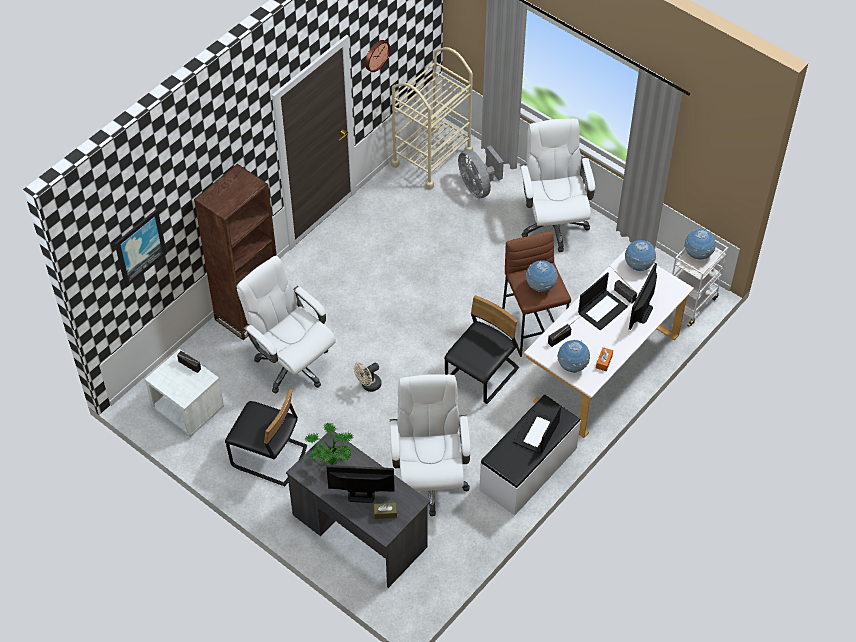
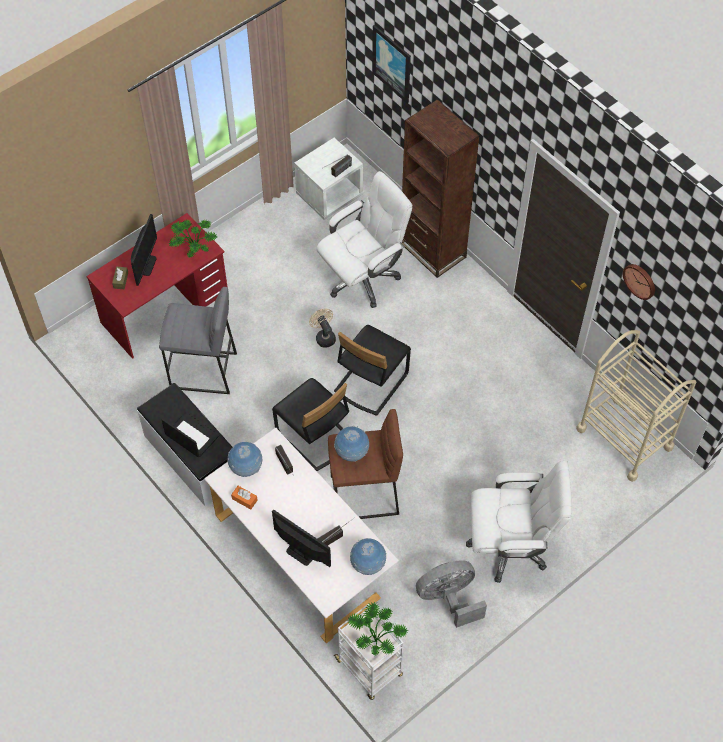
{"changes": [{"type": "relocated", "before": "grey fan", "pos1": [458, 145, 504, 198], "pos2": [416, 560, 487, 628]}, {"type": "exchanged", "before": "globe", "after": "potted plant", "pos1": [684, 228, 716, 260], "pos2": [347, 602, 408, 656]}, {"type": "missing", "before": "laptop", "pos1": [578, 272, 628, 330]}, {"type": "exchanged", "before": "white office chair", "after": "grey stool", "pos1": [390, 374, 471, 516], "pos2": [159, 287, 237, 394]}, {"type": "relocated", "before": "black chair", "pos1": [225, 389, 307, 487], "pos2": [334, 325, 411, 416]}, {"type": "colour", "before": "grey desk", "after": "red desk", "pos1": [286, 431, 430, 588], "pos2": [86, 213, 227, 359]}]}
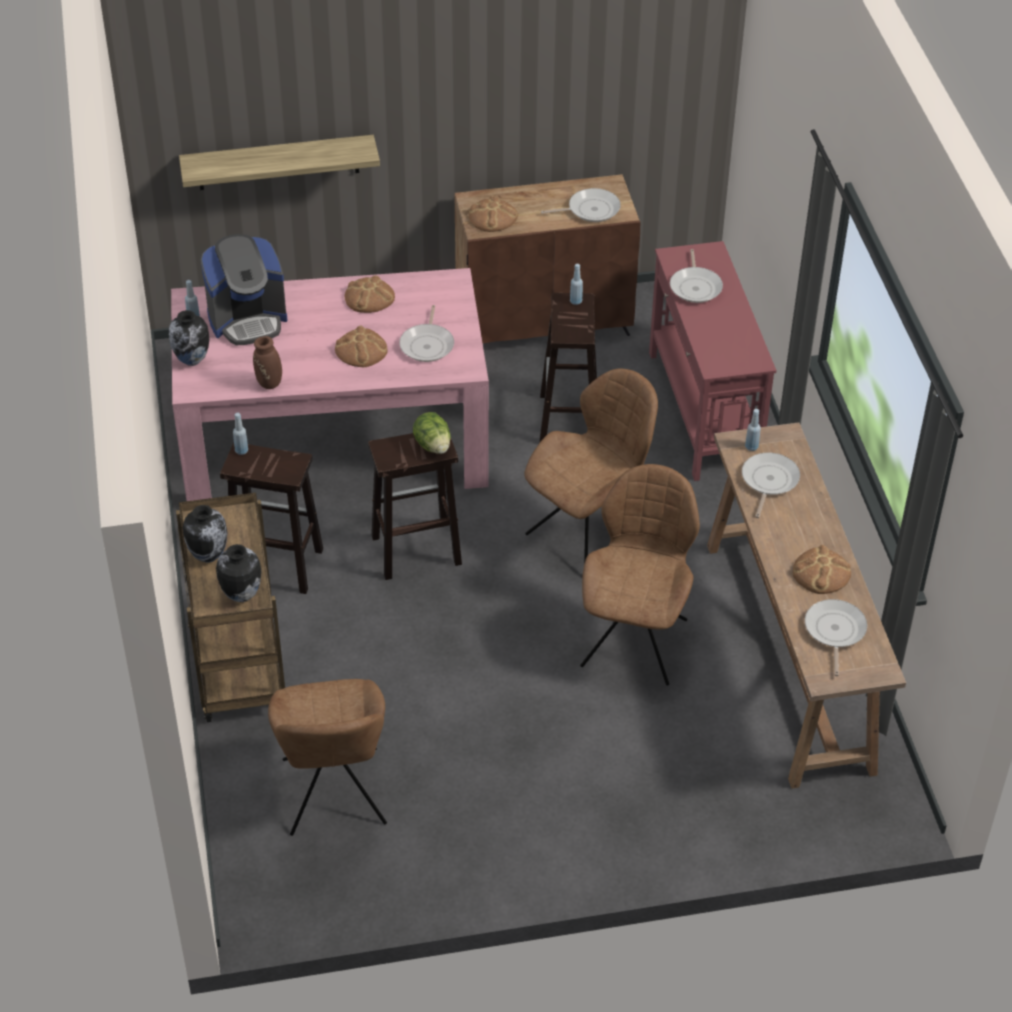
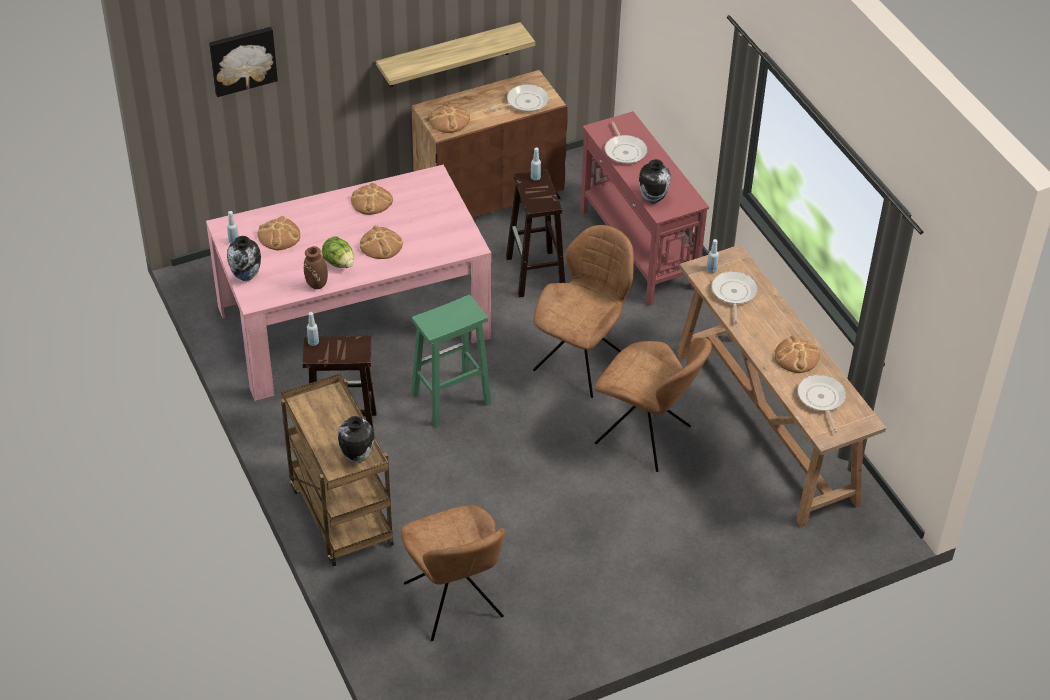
{"changes": [{"type": "relocated", "before": "shelf", "pos1": [179, 135, 380, 190], "pos2": [376, 22, 535, 87]}, {"type": "exchanged", "before": "coffee machine", "after": "bread", "pos1": [201, 234, 288, 345], "pos2": [257, 216, 300, 250]}, {"type": "missing", "before": "frying pan", "pos1": [399, 305, 454, 362]}, {"type": "relocated", "before": "lettuce", "pos1": [413, 412, 451, 454], "pos2": [322, 236, 354, 268]}, {"type": "colour", "before": "brown stool", "after": "green stool", "pos1": [368, 433, 462, 580], "pos2": [411, 295, 491, 427]}, {"type": "spun", "before": "brown chair", "pos1": [580, 464, 700, 686], "pos2": [595, 337, 712, 472], "turn": 120}, {"type": "relocated", "before": "vase", "pos1": [183, 505, 227, 563], "pos2": [639, 159, 671, 203]}, {"type": "appeared", "after": "picture", "pos2": [209, 27, 278, 97]}]}
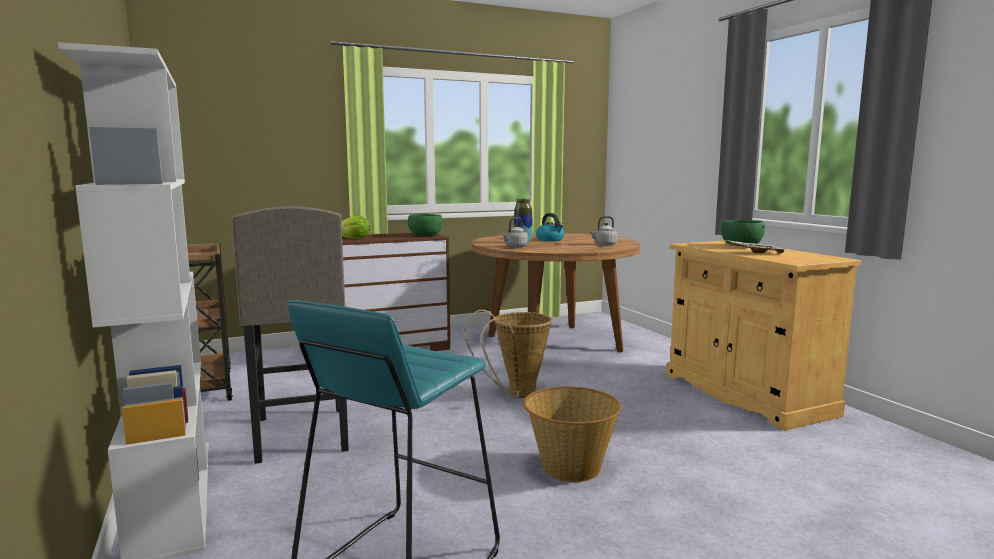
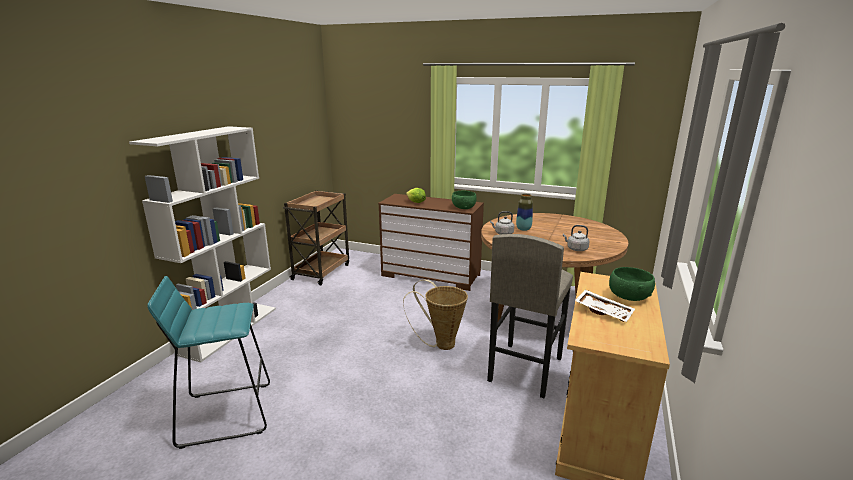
{"changes": [{"type": "relocated", "before": "grey stool", "pos1": [232, 206, 349, 464], "pos2": [487, 234, 573, 398]}, {"type": "missing", "before": "kettle", "pos1": [536, 213, 565, 241]}, {"type": "missing", "before": "basket", "pos1": [523, 386, 621, 482]}]}
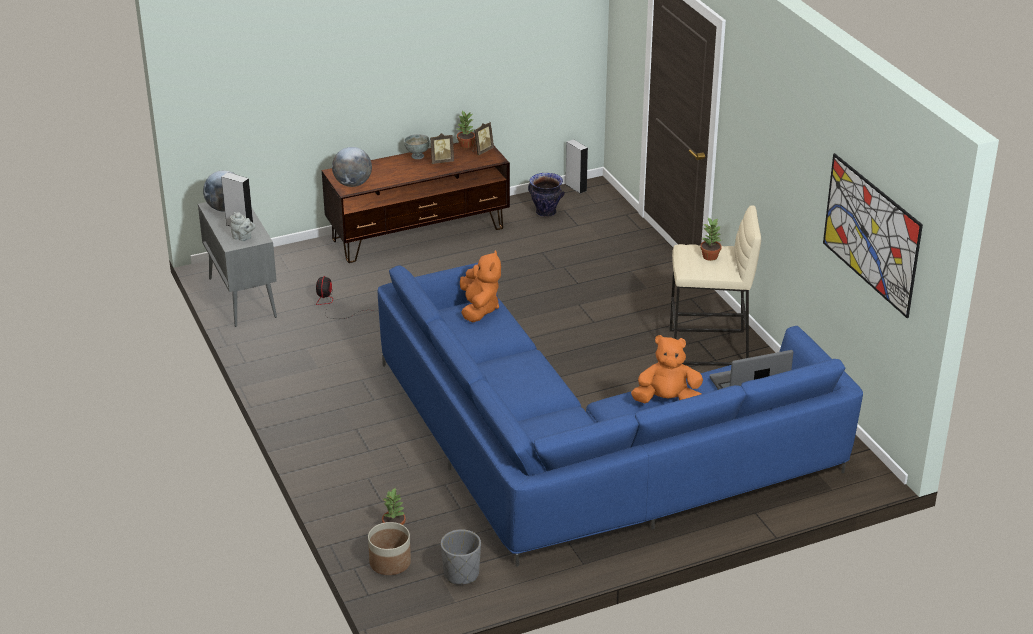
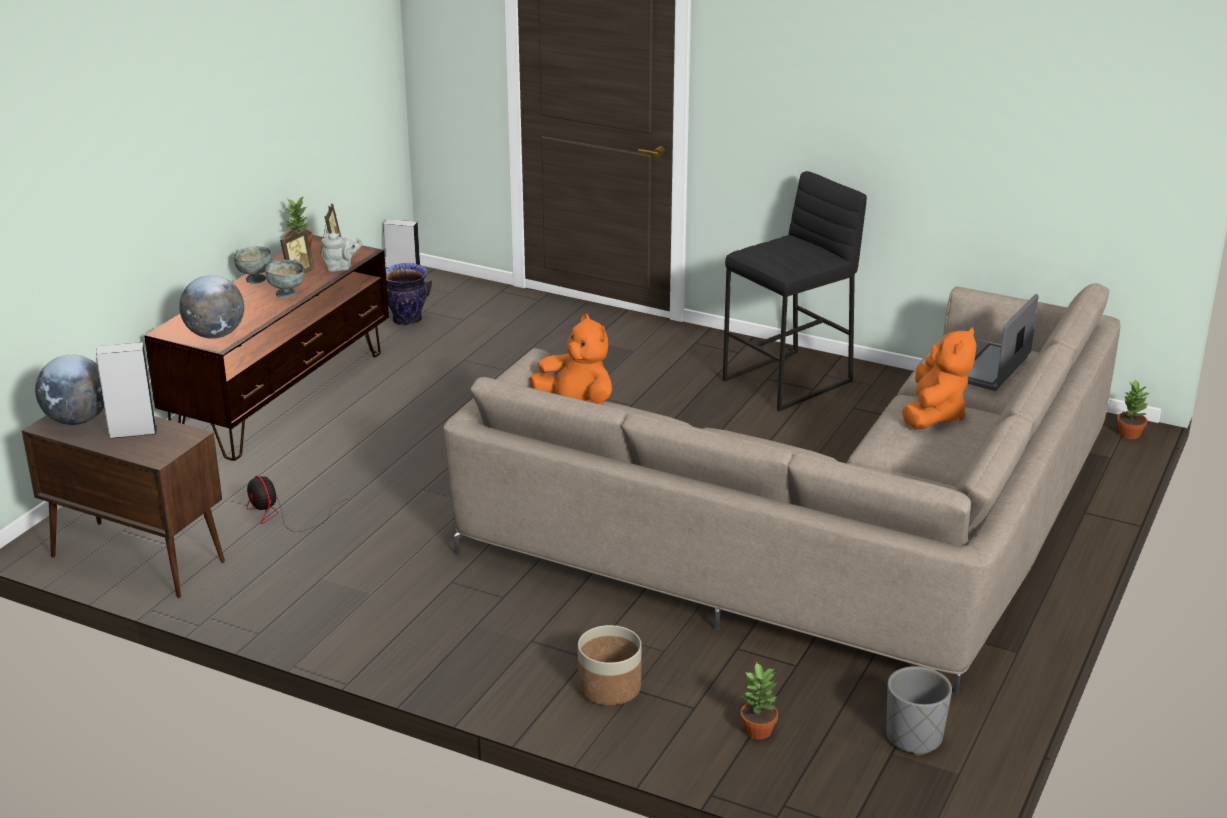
{"changes": [{"type": "missing", "before": "picture", "pos1": [823, 153, 923, 318]}, {"type": "colour", "before": "grey cabinet", "after": "brown cabinet", "pos1": [198, 202, 277, 327], "pos2": [22, 408, 225, 598]}, {"type": "colour", "before": "beige stool", "after": "black stool", "pos1": [670, 206, 761, 366], "pos2": [723, 171, 867, 411]}, {"type": "relocated", "before": "grey teapot", "pos1": [230, 212, 256, 241], "pos2": [321, 233, 362, 272]}, {"type": "relocated", "before": "potted plant", "pos1": [700, 218, 723, 261], "pos2": [1117, 380, 1150, 439]}, {"type": "colour", "before": "blue sofa", "after": "beige sofa", "pos1": [378, 263, 863, 567], "pos2": [444, 283, 1120, 695]}, {"type": "spun", "before": "orange plush toy", "pos1": [631, 335, 703, 403], "pos2": [902, 327, 977, 429], "turn": 150}, {"type": "relocated", "before": "planter", "pos1": [368, 522, 411, 575], "pos2": [578, 625, 642, 705]}, {"type": "appeared", "after": "grey bowl", "pos2": [265, 260, 305, 298]}]}
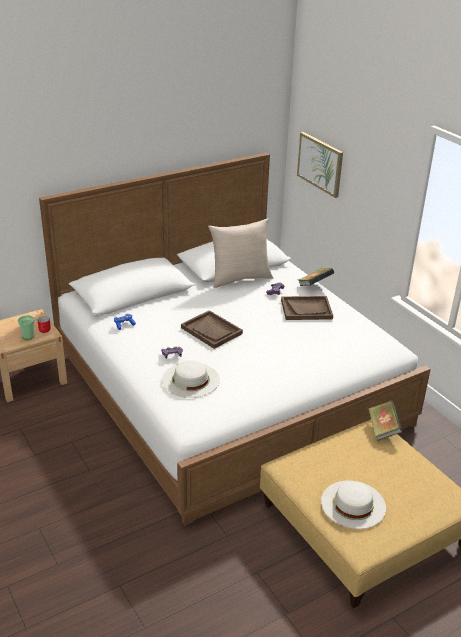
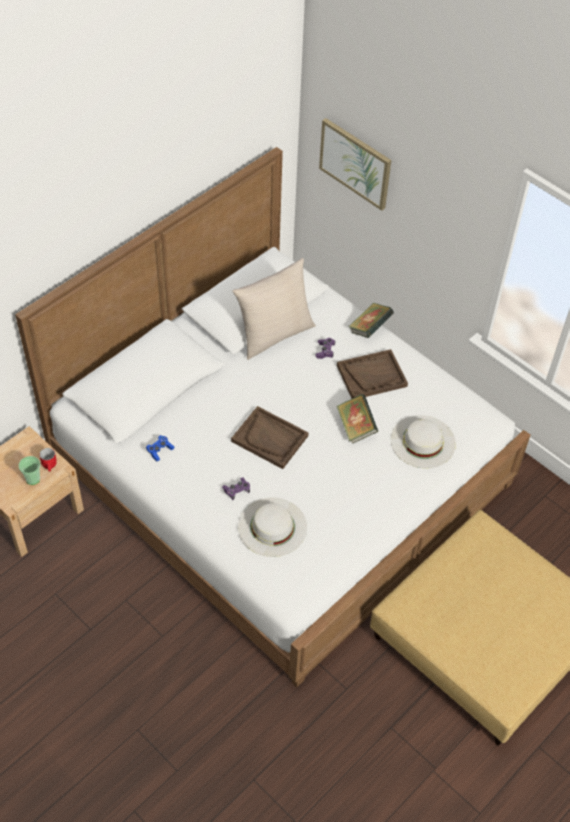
{"changes": [{"type": "relocated", "before": "book", "pos1": [368, 400, 403, 441], "pos2": [337, 394, 378, 444]}, {"type": "relocated", "before": "white hat", "pos1": [321, 480, 386, 529], "pos2": [391, 415, 456, 468]}]}
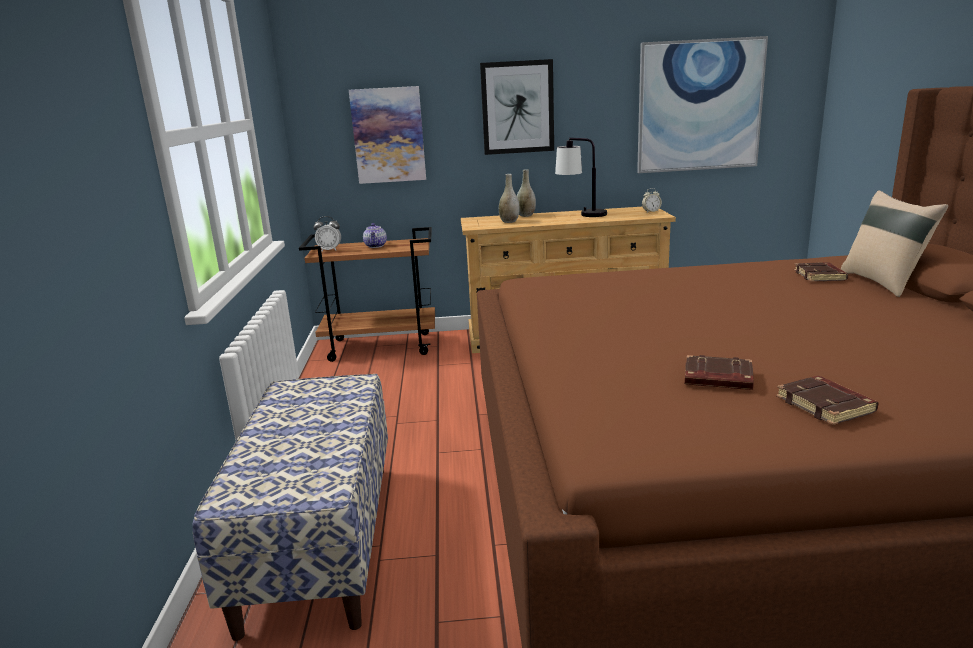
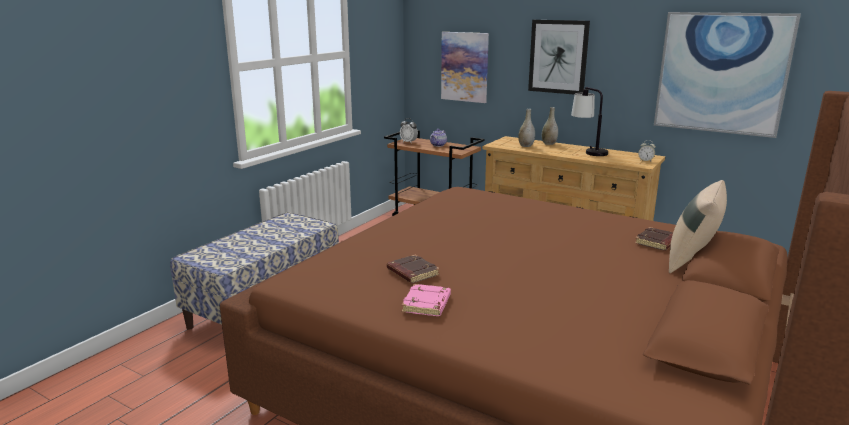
{"changes": [{"type": "colour", "before": "brown book", "after": "pink book", "pos1": [776, 376, 879, 425], "pos2": [401, 284, 451, 316]}]}
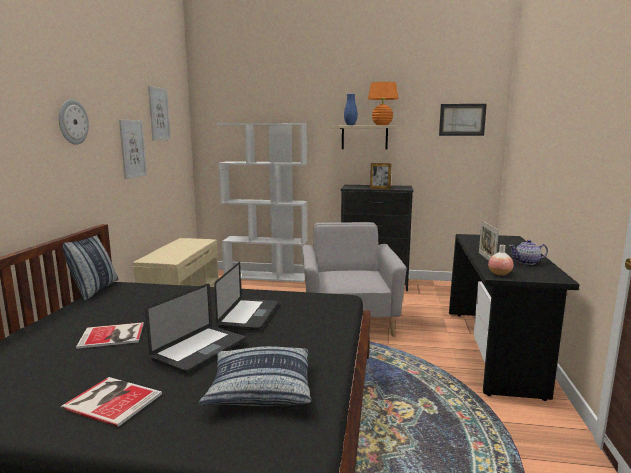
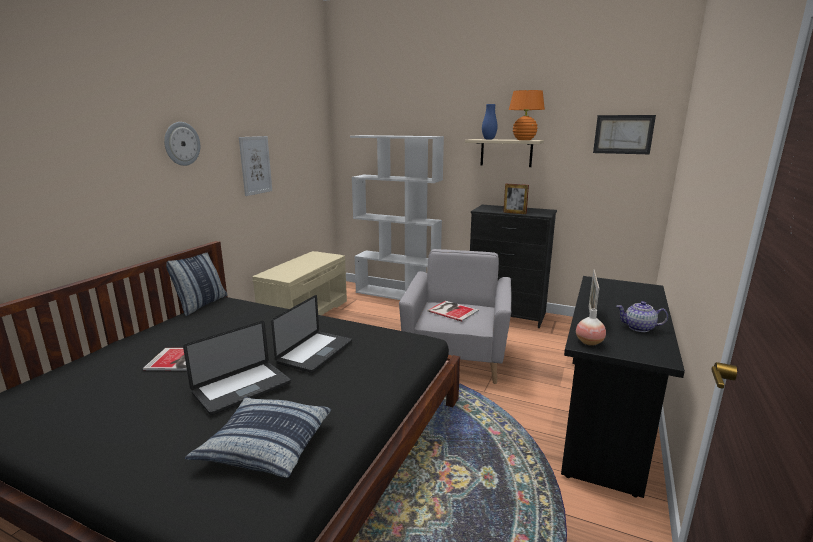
{"changes": [{"type": "missing", "before": "picture", "pos1": [148, 86, 171, 141]}, {"type": "relocated", "before": "book", "pos1": [61, 377, 162, 427], "pos2": [428, 301, 479, 321]}]}
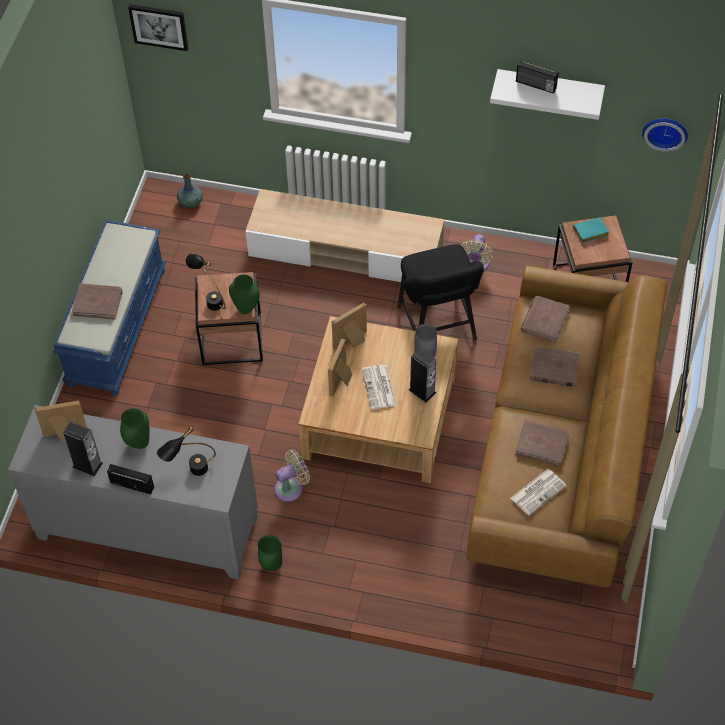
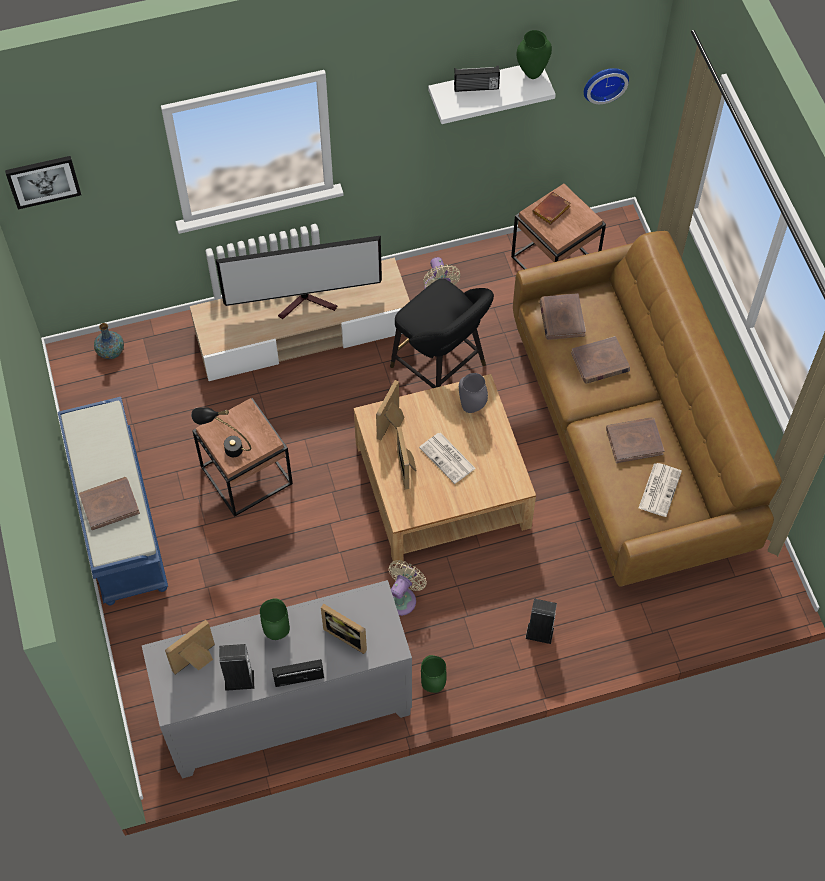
{"changes": [{"type": "colour", "before": "turquoise book", "after": "brown book", "pos1": [573, 217, 609, 243], "pos2": [532, 192, 570, 225]}, {"type": "relocated", "before": "green vase", "pos1": [229, 275, 260, 314], "pos2": [516, 30, 552, 79]}, {"type": "relocated", "before": "speaker", "pos1": [409, 348, 436, 403], "pos2": [525, 598, 557, 644]}, {"type": "exchanged", "before": "black table lamp", "after": "picture frame", "pos1": [157, 427, 216, 476], "pos2": [321, 604, 367, 654]}, {"type": "appeared", "after": "television", "pos2": [216, 235, 382, 319]}]}
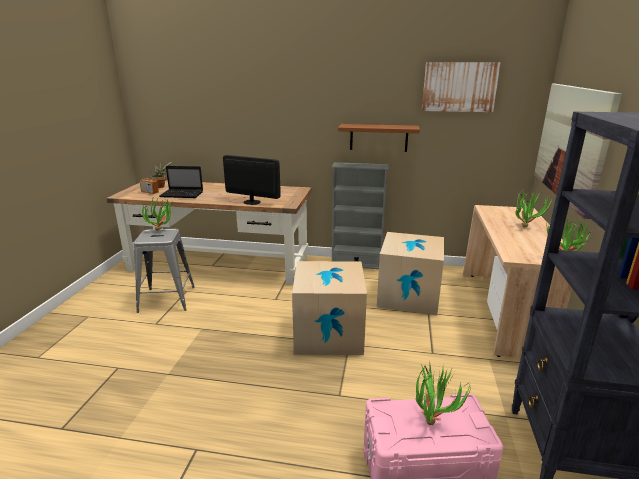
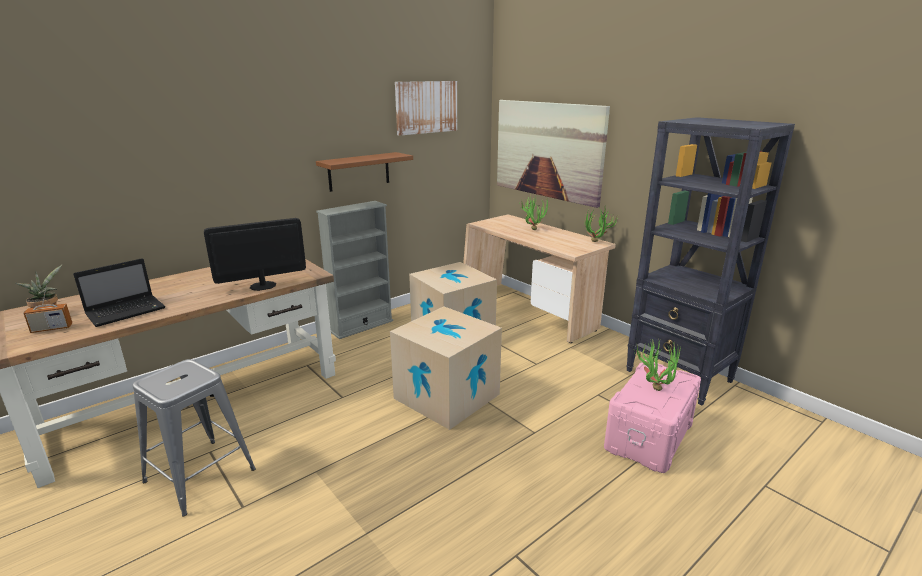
{"changes": [{"type": "missing", "before": "potted plant", "pos1": [142, 196, 172, 231]}]}
